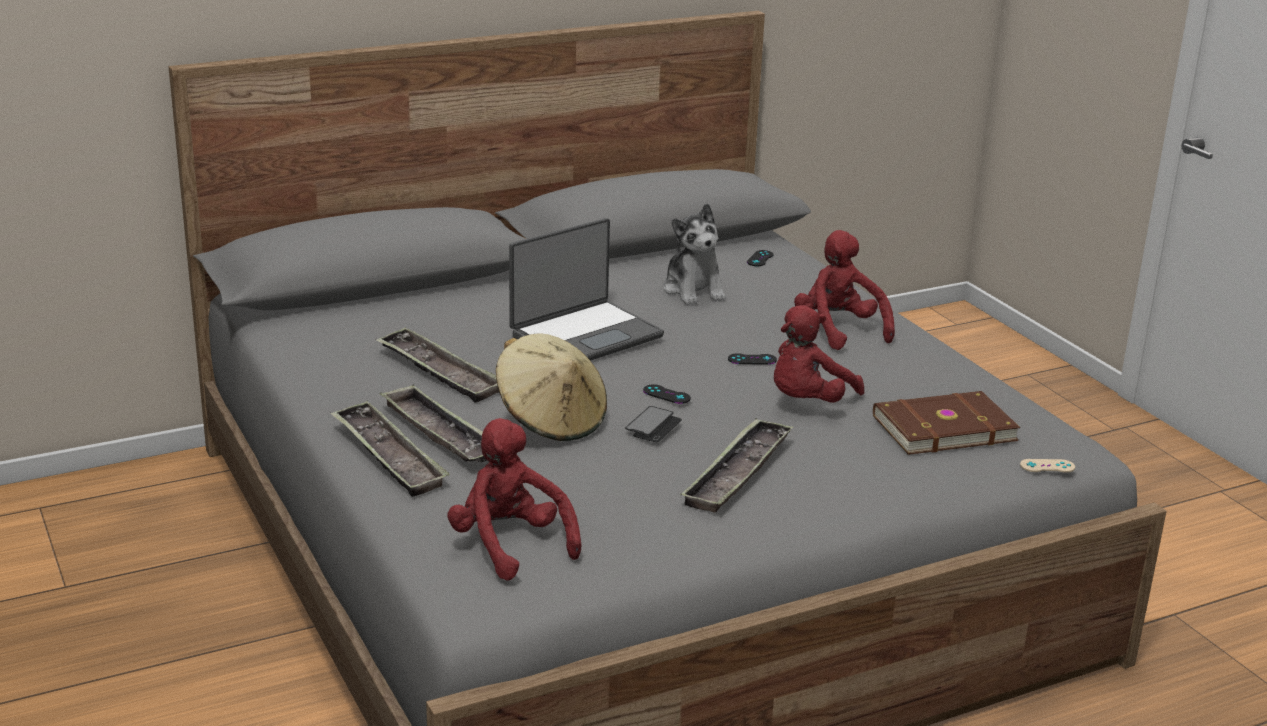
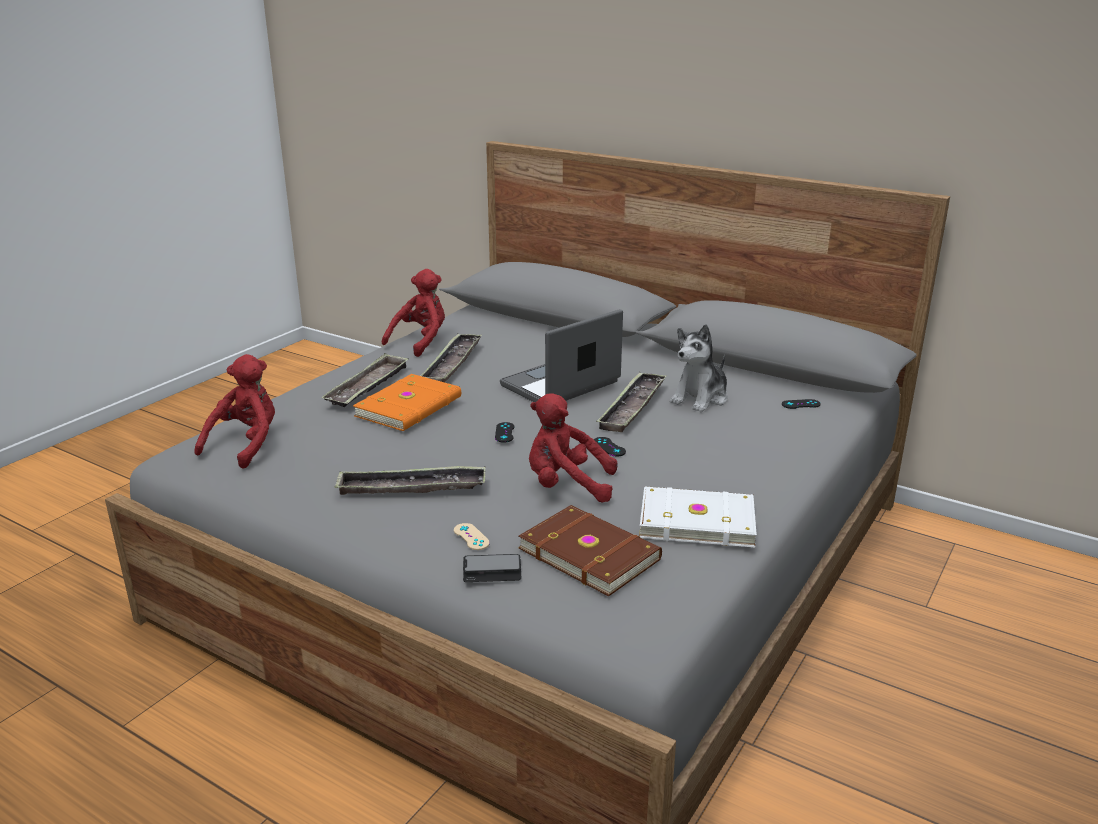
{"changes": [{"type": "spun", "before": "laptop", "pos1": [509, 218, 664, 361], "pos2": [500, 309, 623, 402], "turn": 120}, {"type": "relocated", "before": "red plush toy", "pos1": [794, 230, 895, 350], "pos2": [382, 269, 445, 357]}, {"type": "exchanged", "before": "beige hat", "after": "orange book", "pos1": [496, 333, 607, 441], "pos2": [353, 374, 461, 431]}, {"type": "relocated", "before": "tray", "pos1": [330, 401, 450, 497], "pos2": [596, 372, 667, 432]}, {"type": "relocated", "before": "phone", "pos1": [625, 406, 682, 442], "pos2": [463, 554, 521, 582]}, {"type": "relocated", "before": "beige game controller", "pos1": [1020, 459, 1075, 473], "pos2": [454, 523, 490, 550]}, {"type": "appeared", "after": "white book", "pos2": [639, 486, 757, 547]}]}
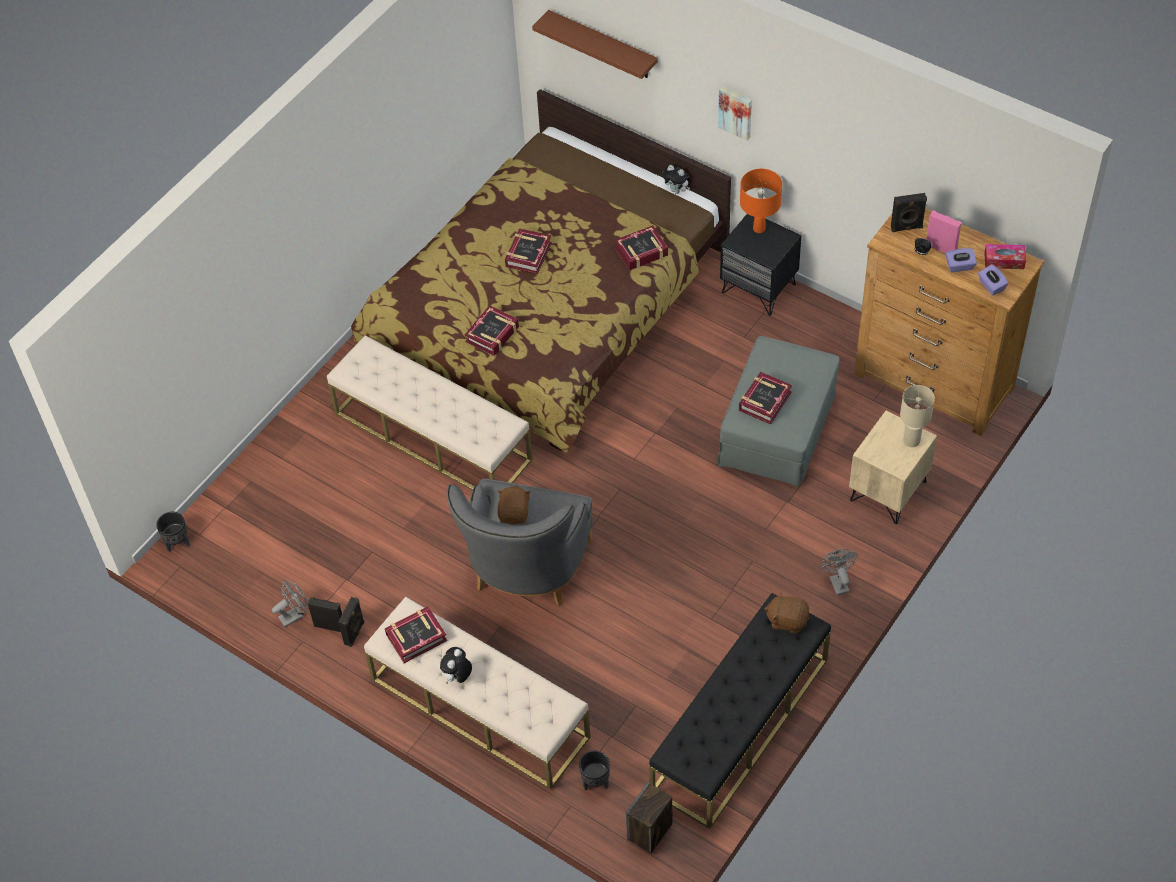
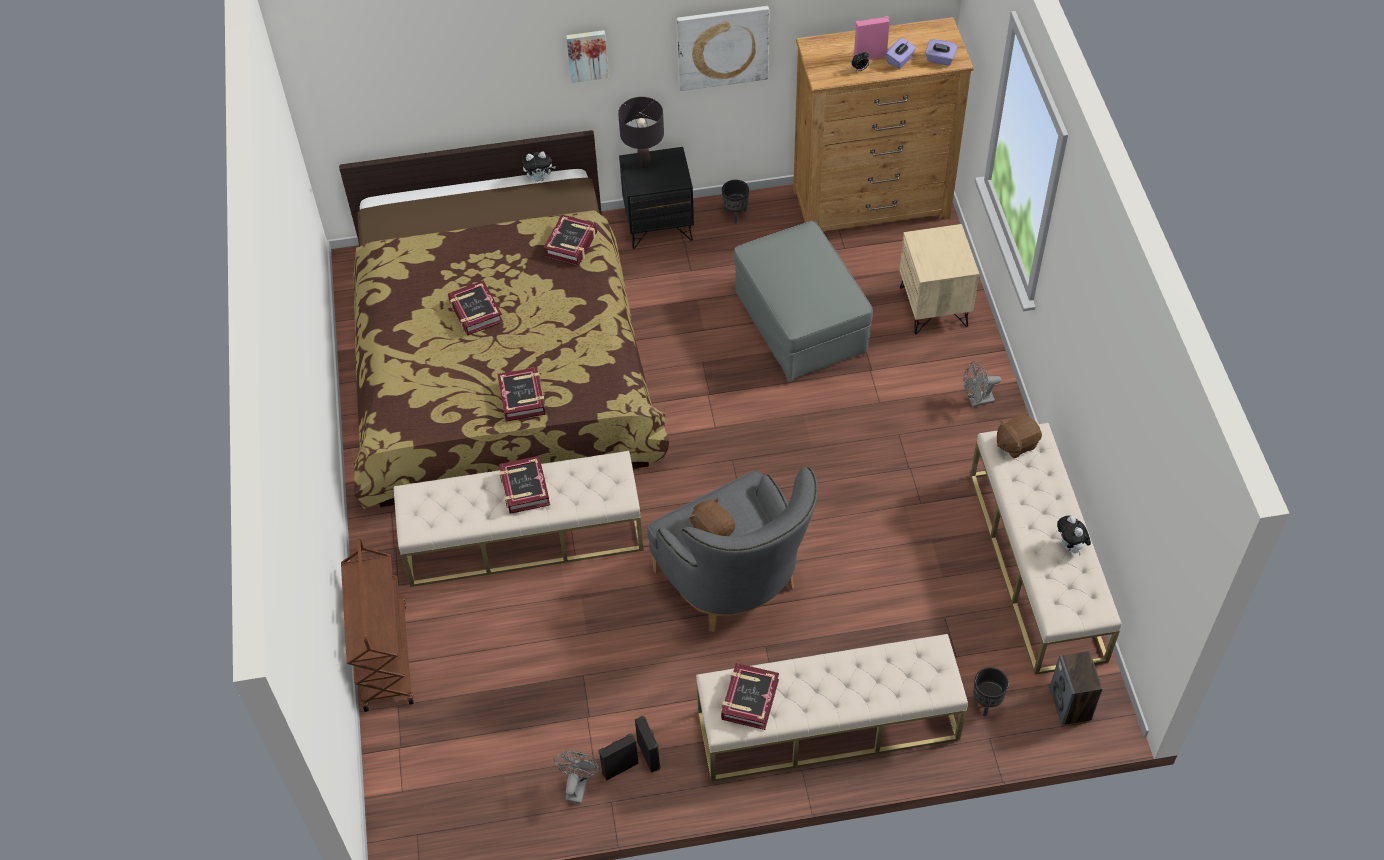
{"changes": [{"type": "missing", "before": "brown shelf", "pos1": [532, 10, 658, 79]}, {"type": "colour", "before": "orange table lamp", "after": "black table lamp", "pos1": [740, 169, 782, 233], "pos2": [618, 97, 664, 168]}, {"type": "missing", "before": "black speaker", "pos1": [891, 193, 927, 232]}, {"type": "missing", "before": "tissue box", "pos1": [984, 244, 1026, 269]}, {"type": "relocated", "before": "book", "pos1": [739, 372, 792, 424], "pos2": [499, 456, 550, 514]}, {"type": "missing", "before": "beige table lamp", "pos1": [900, 385, 935, 447]}, {"type": "relocated", "before": "black planter", "pos1": [156, 512, 190, 552], "pos2": [722, 180, 749, 224]}, {"type": "spun", "before": "grey fan", "pos1": [819, 549, 858, 596], "pos2": [963, 361, 1002, 407], "turn": -45}, {"type": "colour", "before": "black bench", "after": "beige bench", "pos1": [649, 593, 831, 829], "pos2": [970, 423, 1122, 675]}, {"type": "relocated", "before": "plush toy", "pos1": [440, 647, 472, 684], "pos2": [1057, 515, 1091, 556]}, {"type": "appeared", "after": "picture", "pos2": [676, 6, 769, 91]}, {"type": "appeared", "after": "brown cart", "pos2": [341, 538, 414, 712]}]}
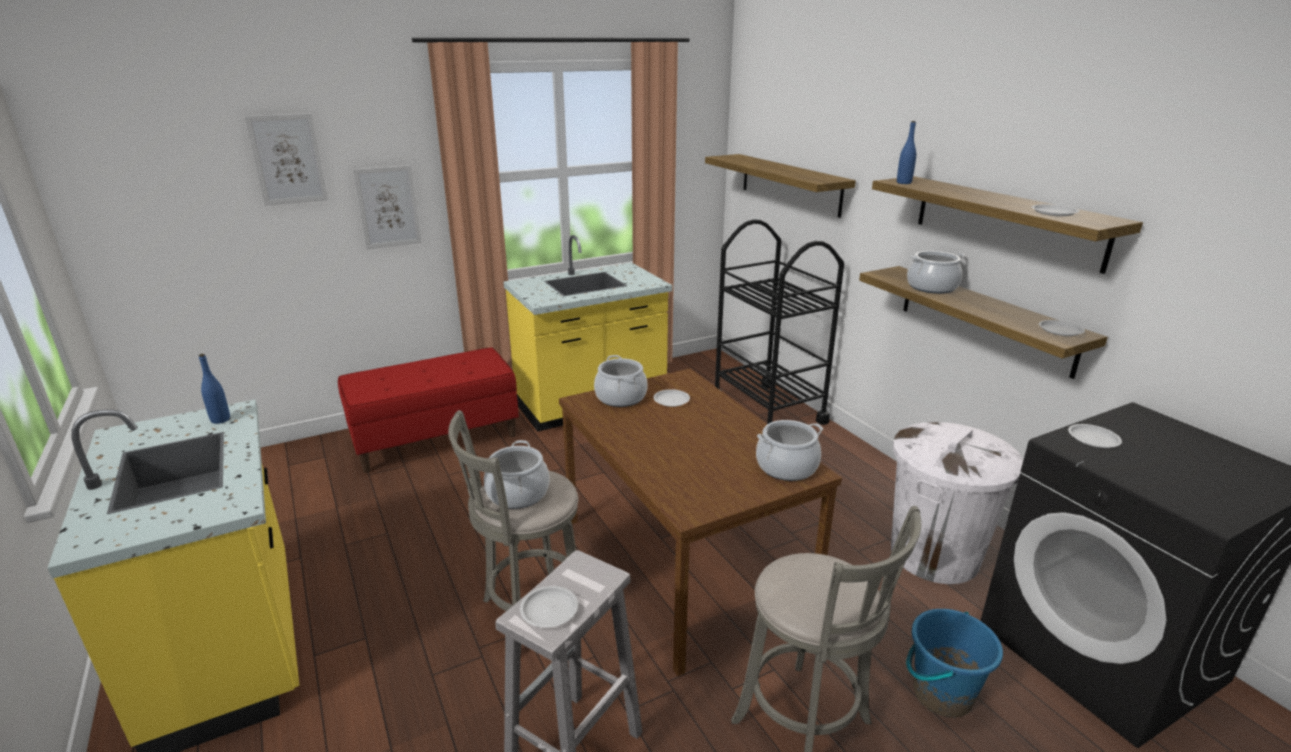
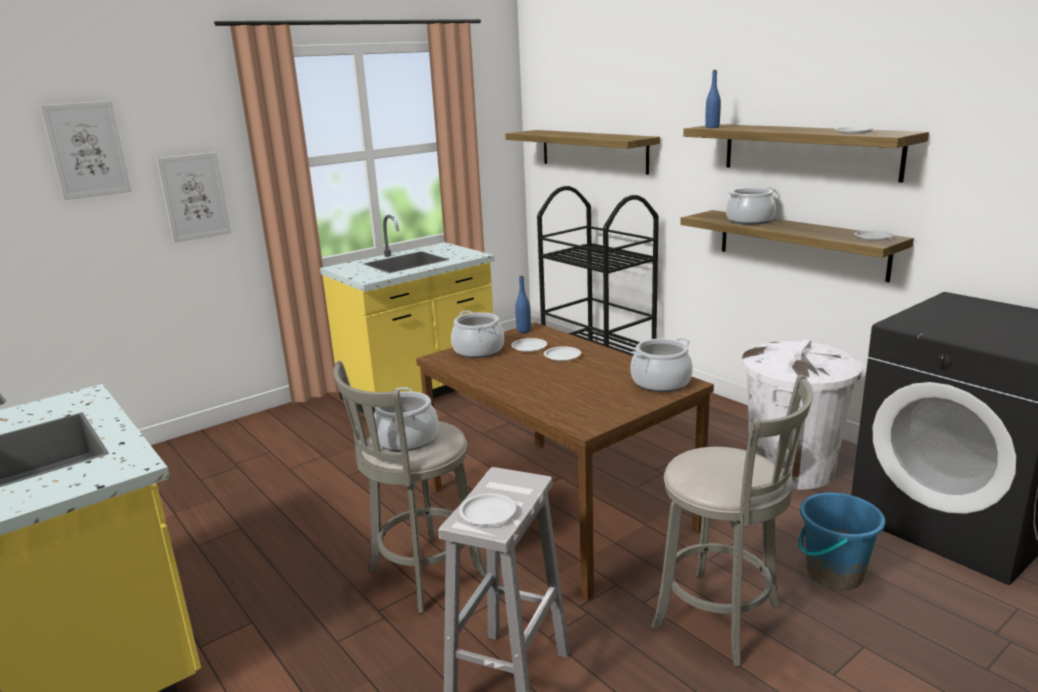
{"changes": [{"type": "missing", "before": "red bench", "pos1": [338, 347, 519, 473]}, {"type": "relocated", "before": "blue bottle", "pos1": [199, 354, 230, 424], "pos2": [515, 276, 531, 333]}, {"type": "relocated", "before": "white plate", "pos1": [1068, 424, 1122, 448], "pos2": [544, 346, 581, 361]}]}
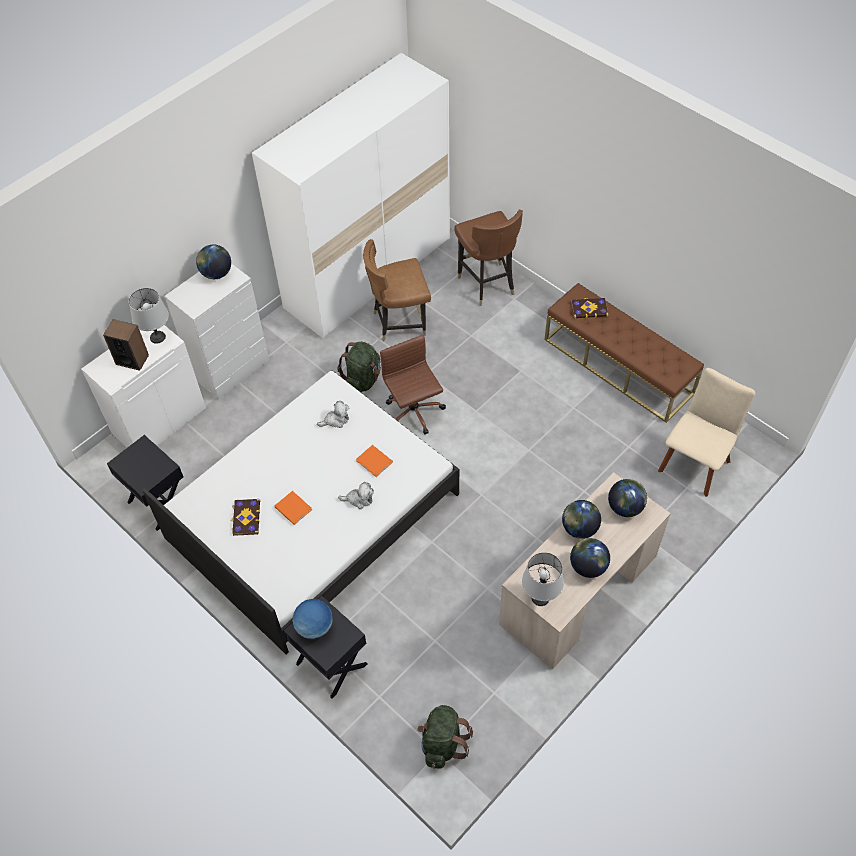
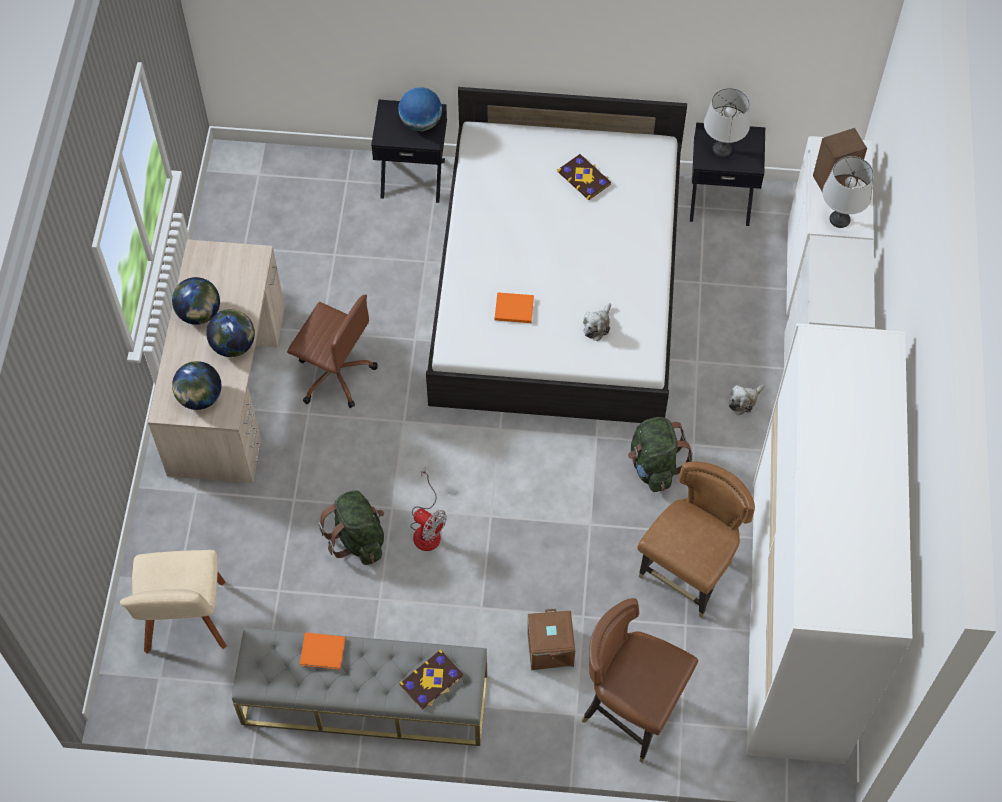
{"changes": [{"type": "missing", "before": "globe", "pos1": [196, 245, 231, 279]}, {"type": "colour", "before": "brown bench", "after": "grey bench", "pos1": [545, 283, 704, 423], "pos2": [232, 628, 487, 746]}, {"type": "relocated", "before": "brown office chair", "pos1": [380, 335, 446, 435], "pos2": [287, 295, 378, 408]}, {"type": "relocated", "before": "plush toy", "pos1": [338, 482, 374, 509], "pos2": [729, 385, 765, 415]}, {"type": "relocated", "before": "orange book", "pos1": [274, 491, 312, 525], "pos2": [300, 632, 346, 670]}, {"type": "relocated", "before": "grey table lamp", "pos1": [522, 552, 564, 606], "pos2": [704, 88, 750, 157]}, {"type": "relocated", "before": "green backpack", "pos1": [417, 705, 473, 769], "pos2": [318, 490, 384, 565]}, {"type": "appeared", "after": "fan", "pos2": [410, 467, 447, 551]}, {"type": "appeared", "after": "brown storage box", "pos2": [527, 609, 575, 670]}]}
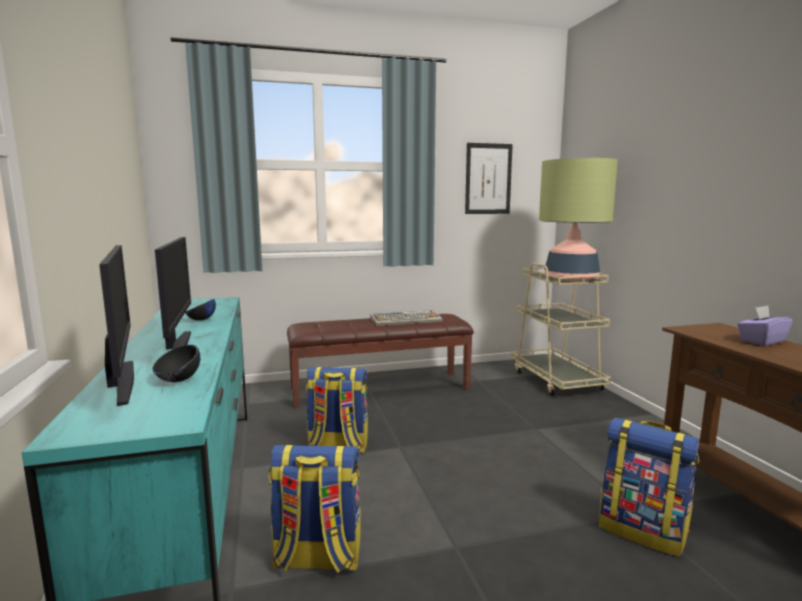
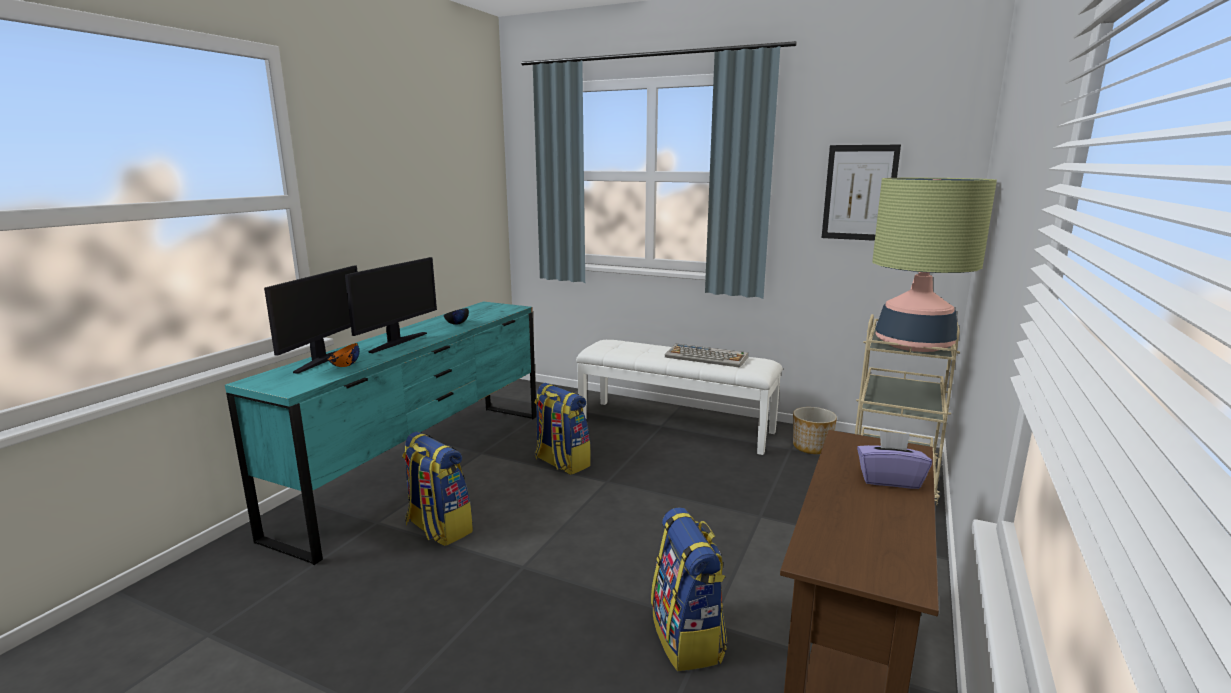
{"changes": [{"type": "colour", "before": "brown bench", "after": "white bench", "pos1": [287, 314, 474, 408], "pos2": [576, 340, 783, 455]}, {"type": "colour", "before": "black bowl", "after": "orange bowl", "pos1": [152, 345, 200, 382], "pos2": [328, 343, 359, 367]}, {"type": "appeared", "after": "planter", "pos2": [793, 407, 837, 454]}]}
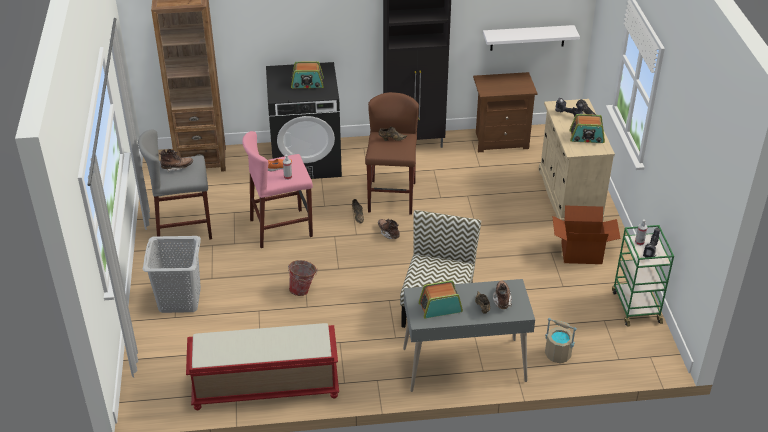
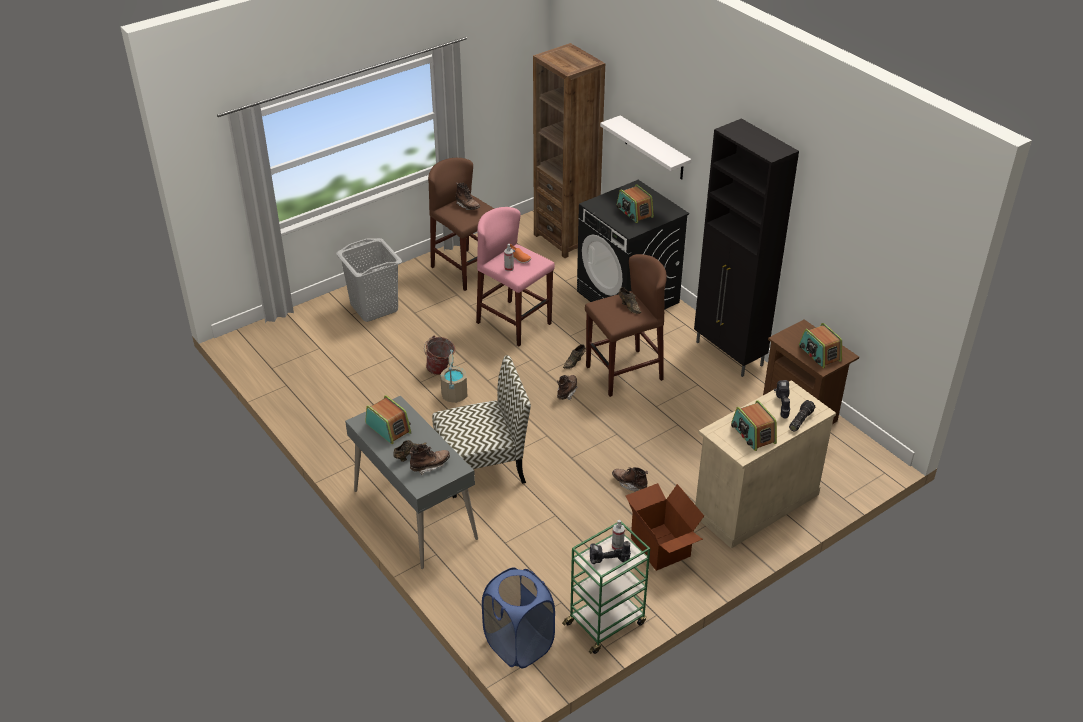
{"changes": [{"type": "relocated", "before": "white shelf", "pos1": [483, 25, 580, 51], "pos2": [600, 115, 691, 179]}, {"type": "colour", "before": "grey stool", "after": "brown stool", "pos1": [138, 130, 212, 240], "pos2": [428, 158, 494, 291]}, {"type": "relocated", "before": "beige bucket", "pos1": [545, 318, 577, 364], "pos2": [440, 350, 468, 403]}, {"type": "missing", "before": "red bench", "pos1": [186, 323, 339, 410]}, {"type": "appeared", "after": "radio", "pos2": [799, 323, 842, 368]}, {"type": "appeared", "after": "brown boot", "pos2": [612, 467, 648, 492]}, {"type": "appeared", "after": "blue laundry basket", "pos2": [482, 567, 555, 668]}]}
